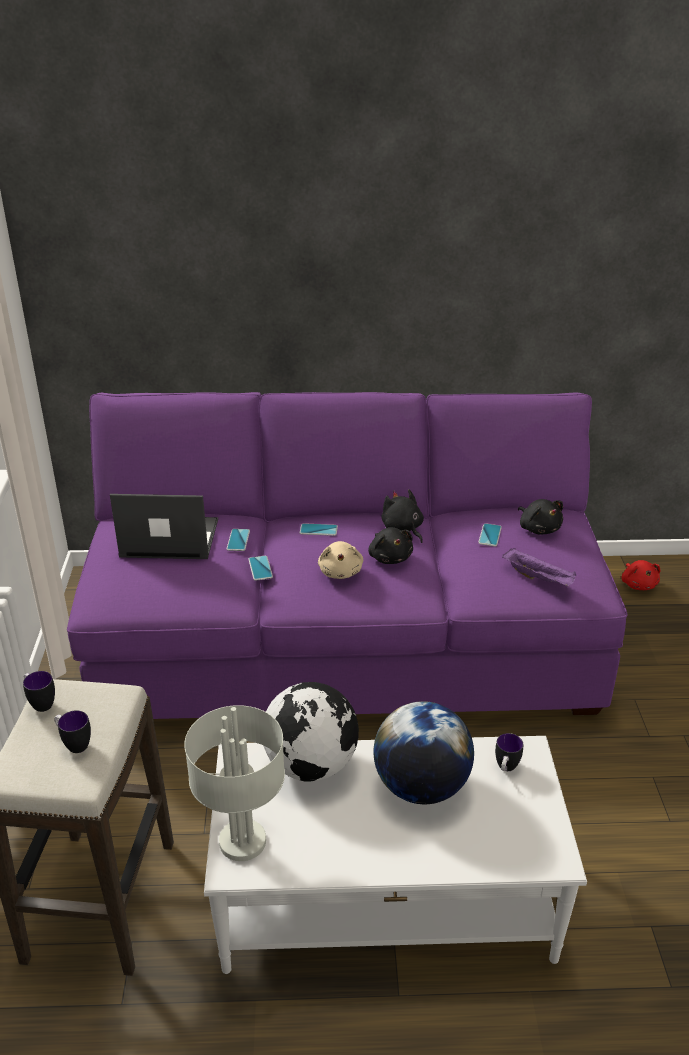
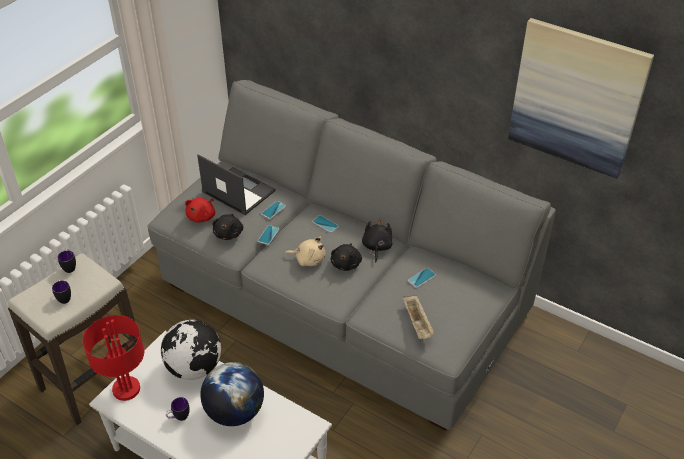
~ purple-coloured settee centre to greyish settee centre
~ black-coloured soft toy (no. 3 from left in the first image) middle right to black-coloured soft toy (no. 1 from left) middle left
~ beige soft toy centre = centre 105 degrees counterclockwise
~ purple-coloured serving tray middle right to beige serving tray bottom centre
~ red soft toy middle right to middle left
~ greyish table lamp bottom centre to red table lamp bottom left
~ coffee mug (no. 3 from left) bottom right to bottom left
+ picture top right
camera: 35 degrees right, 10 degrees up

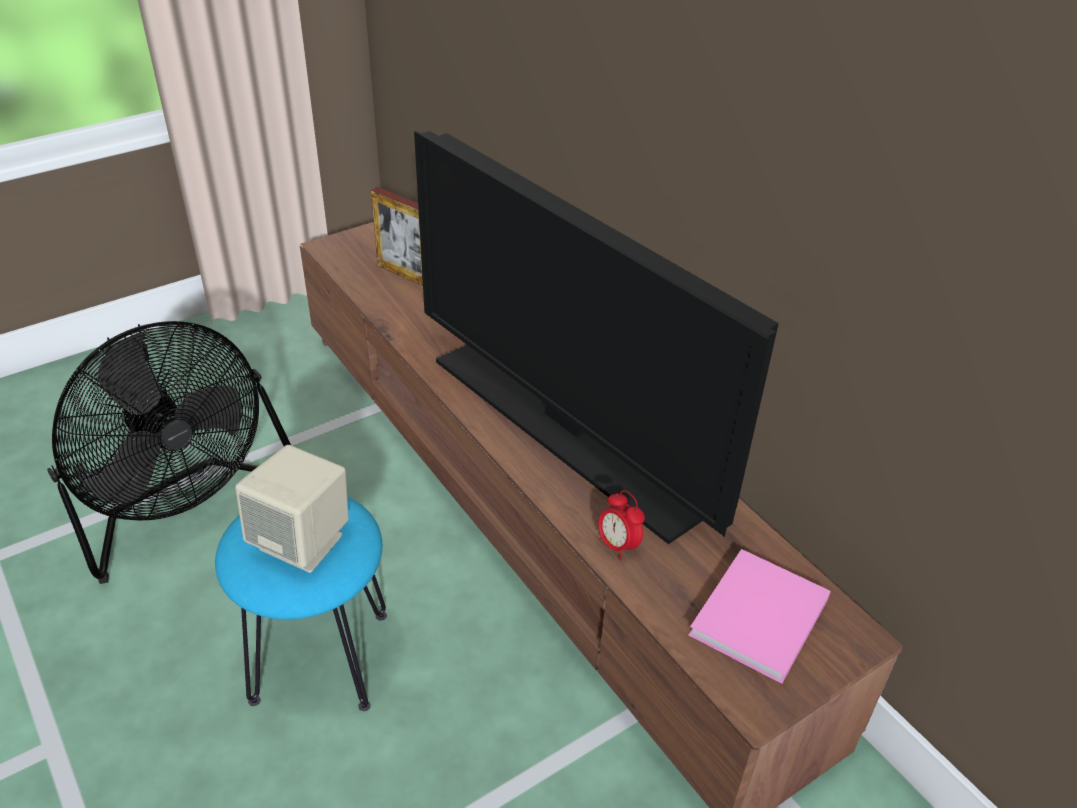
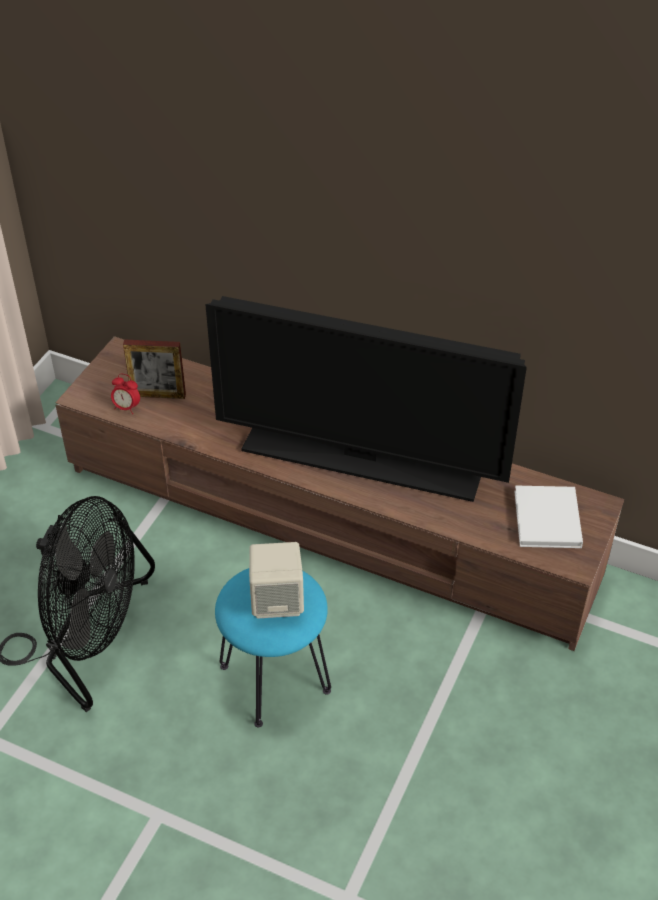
~ bedside clock centre to middle left
~ pink volume bottom right to whitish volume middle right
camera: 30 degrees left, 5 degrees up

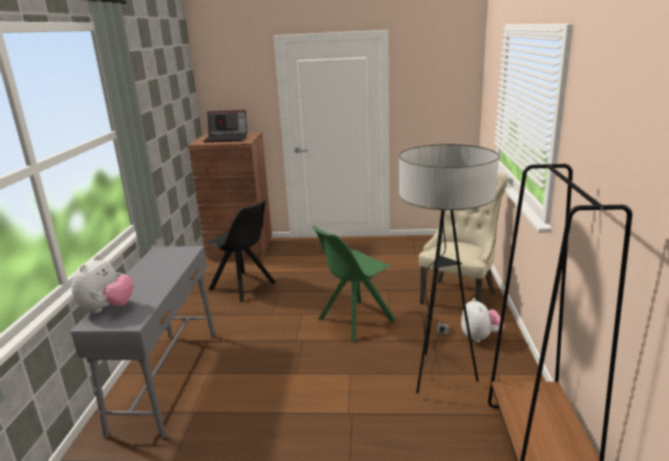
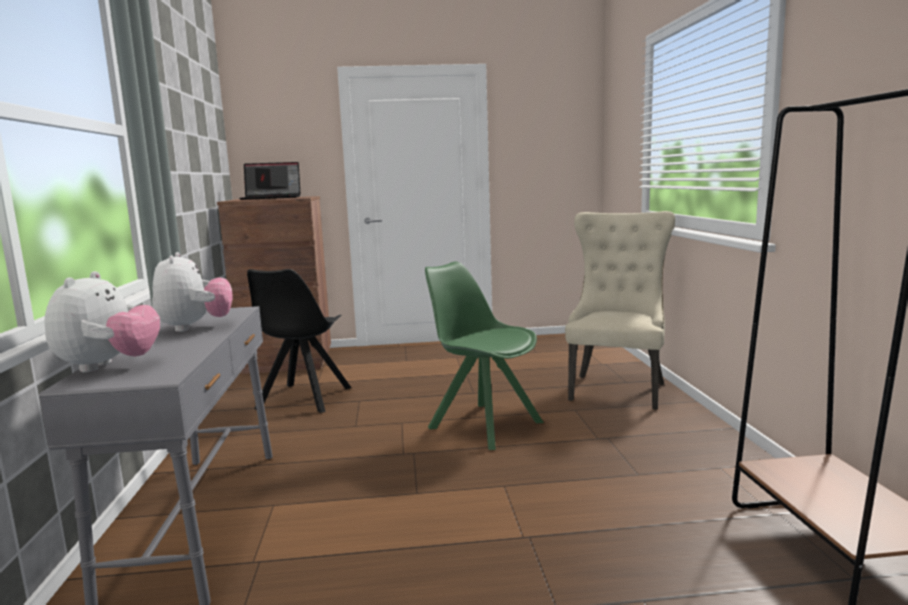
- standing lamp middle right
~ black-coloured chair centre = middle left 75 degrees clockwise
~ green-coloured chair centre = centre 90 degrees clockwise
~ soft toy (no. 2 from left) bottom right to middle left
camera: 10 degrees left, 10 degrees down

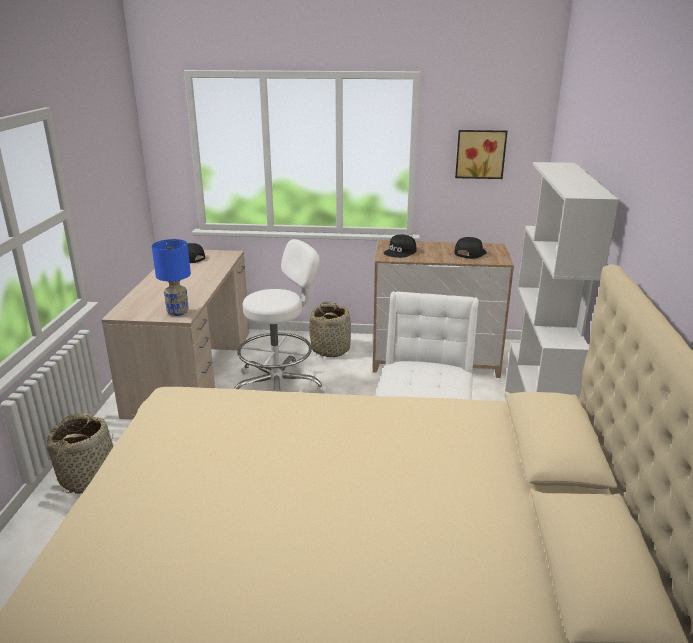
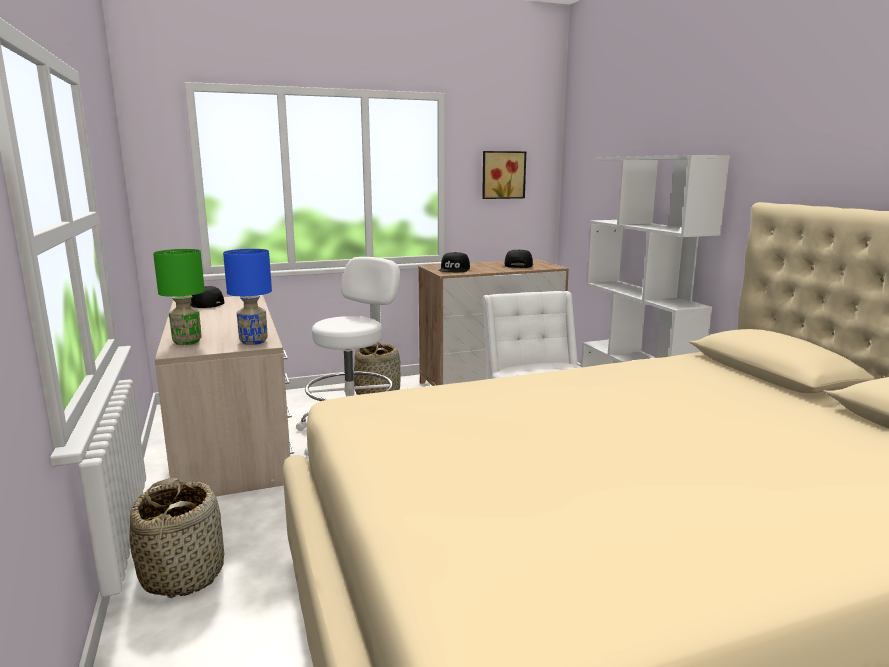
+ green-coloured table lamp middle left
camera: 25 degrees left, 10 degrees down

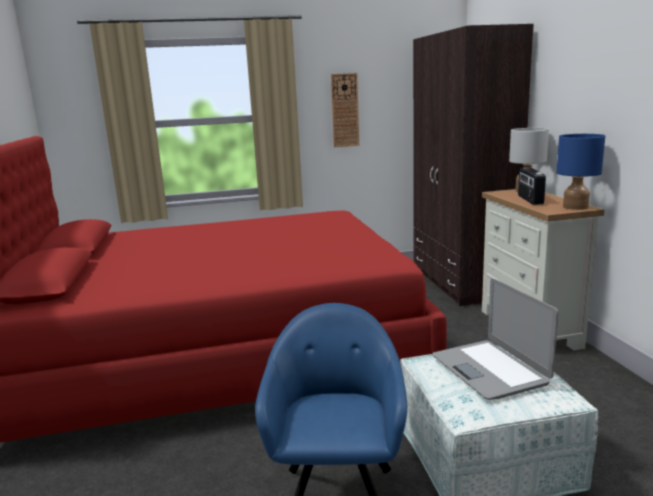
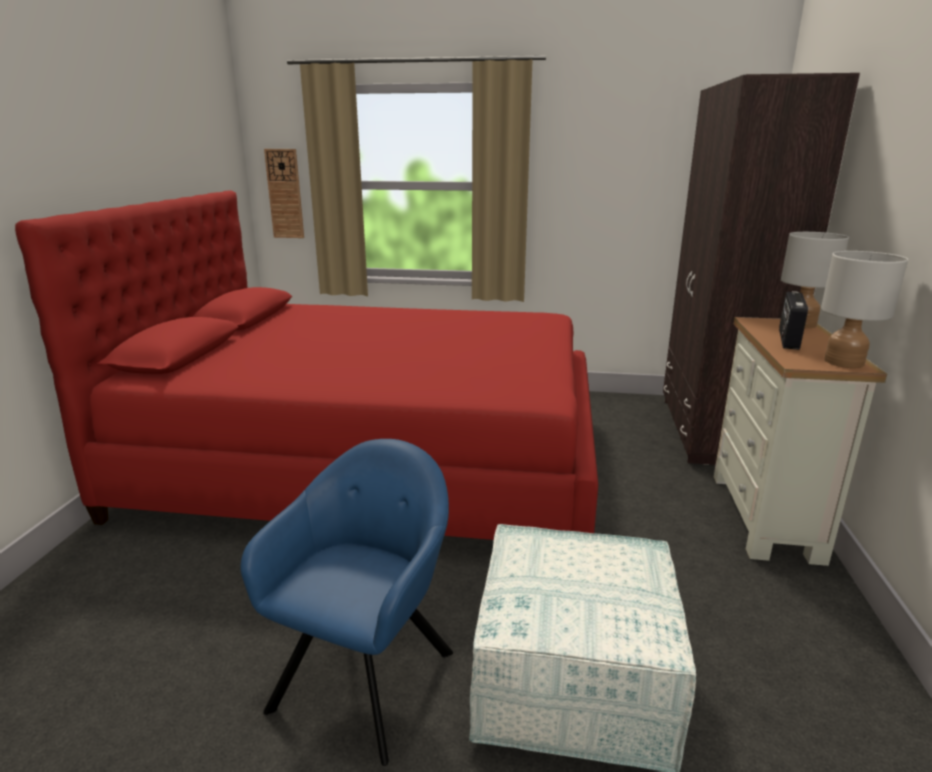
~ hanging clock top centre to top left
~ bluish table lamp middle right to greyish table lamp (no. 2 from left) middle right
- portable computer bottom right
camera: 20 degrees right, 5 degrees up

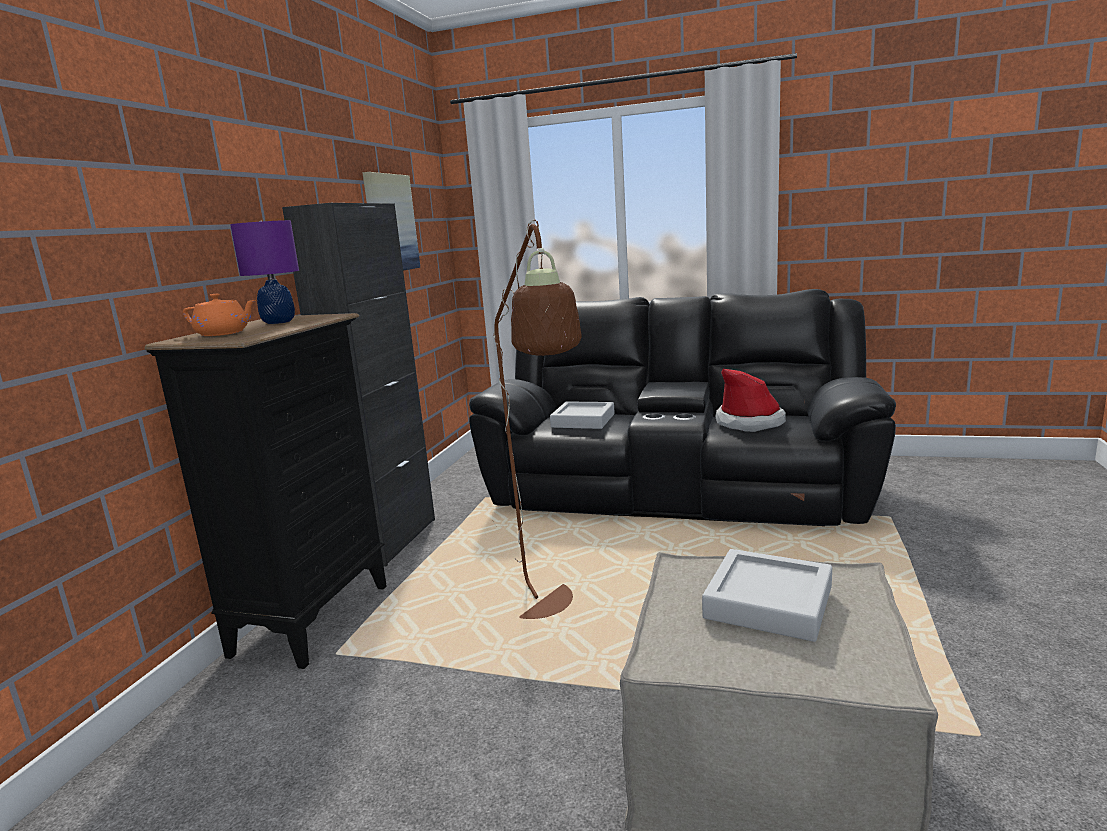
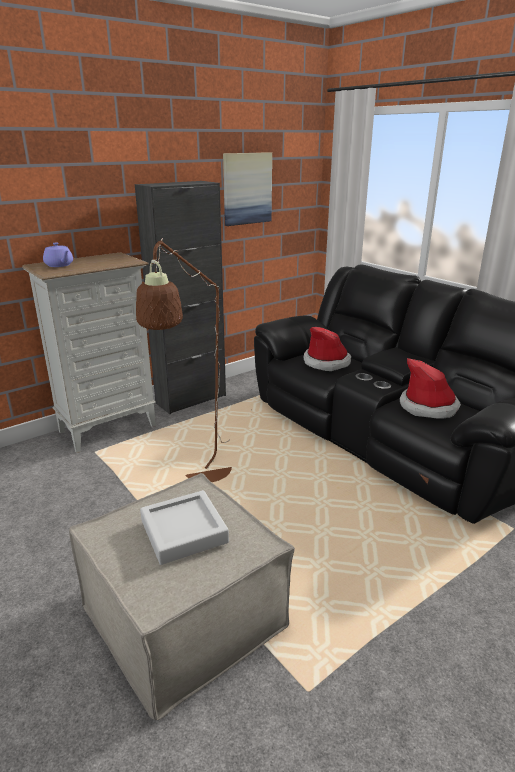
- purple-coloured table lamp top left
~ orangey tea pot middle left to purple-coloured tea pot top left
~ black-coloured dresser middle left to whitish dresser middle left
~ greyish serving tray (no. 1 from left) centre to wearable hat (no. 1 from left) centre
camera: 35 degrees right, 10 degrees up

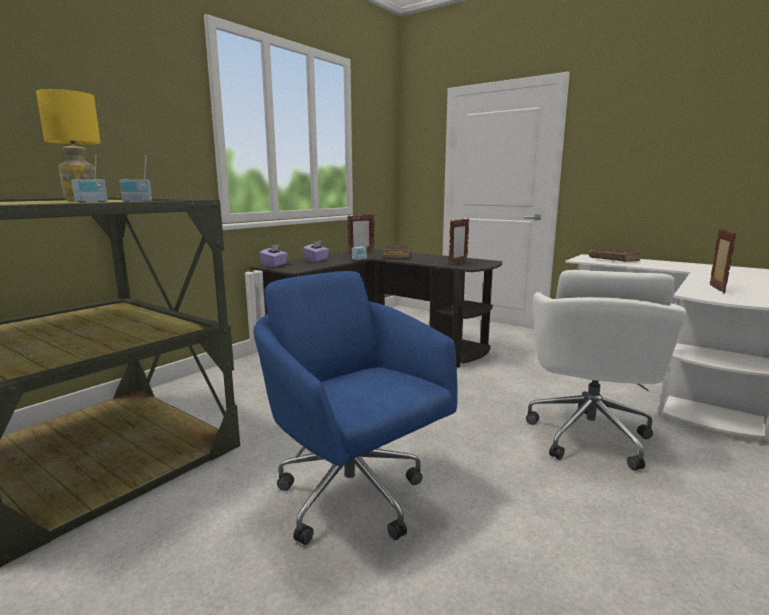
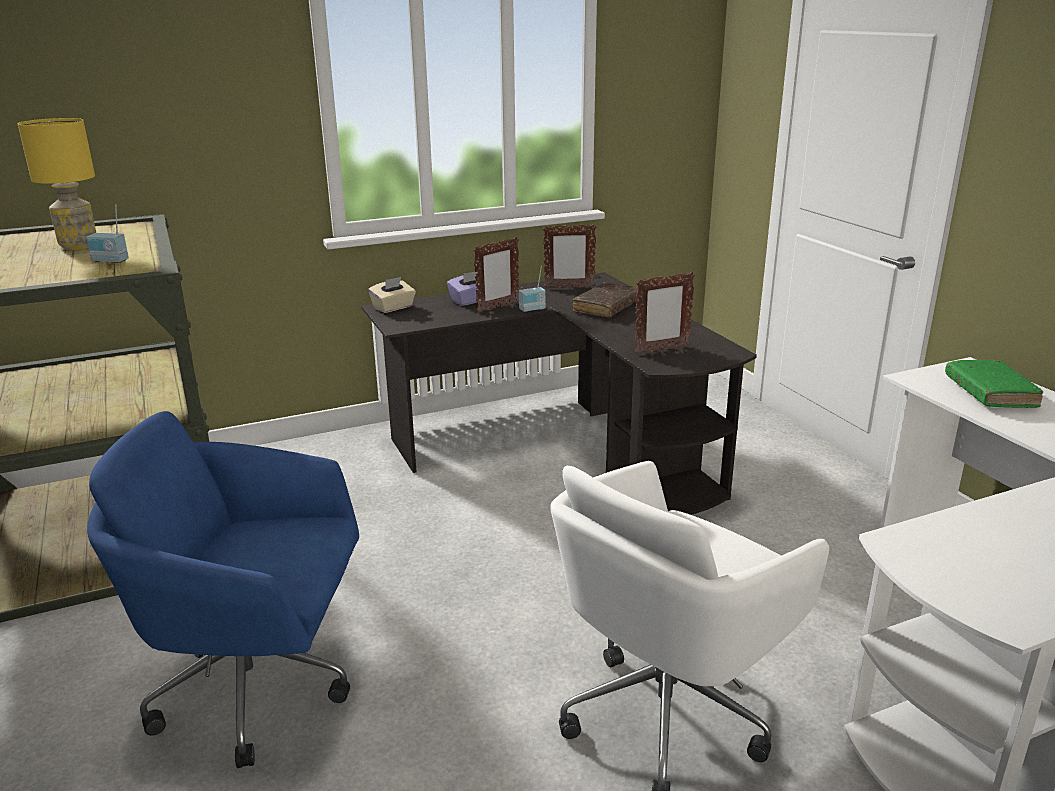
- radio (no. 1 from left) top left
~ standing frame (no. 3 from left in the first image) middle right to standing frame (no. 1 from left) centre
~ purple-coloured box of tissues (no. 1 from left) centre to beige box of tissues centre
~ brown volume (no. 2 from left) middle right to green-coloured volume middle right
~ bluish computer chair centre = bottom left 75 degrees counterclockwise
camera: 30 degrees right, 10 degrees up

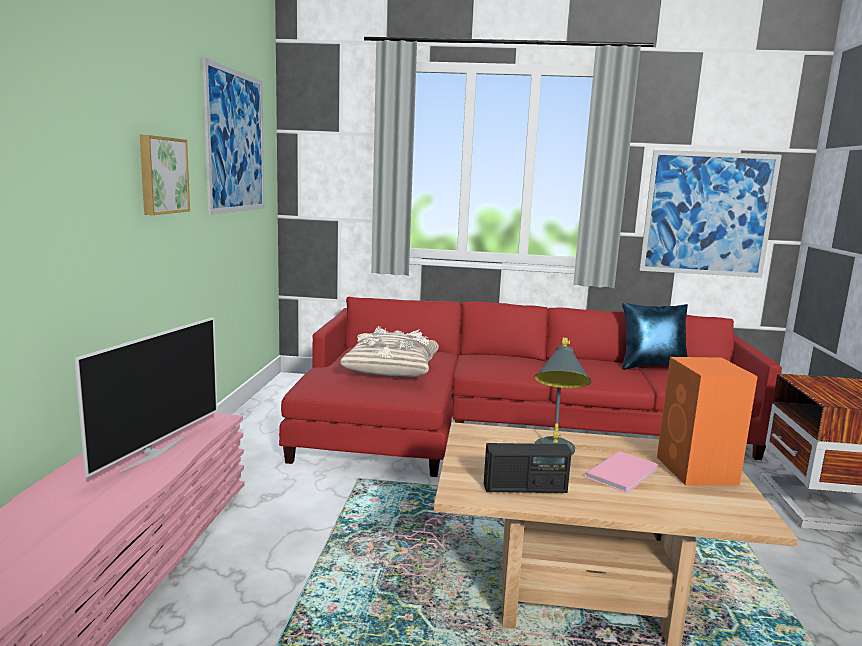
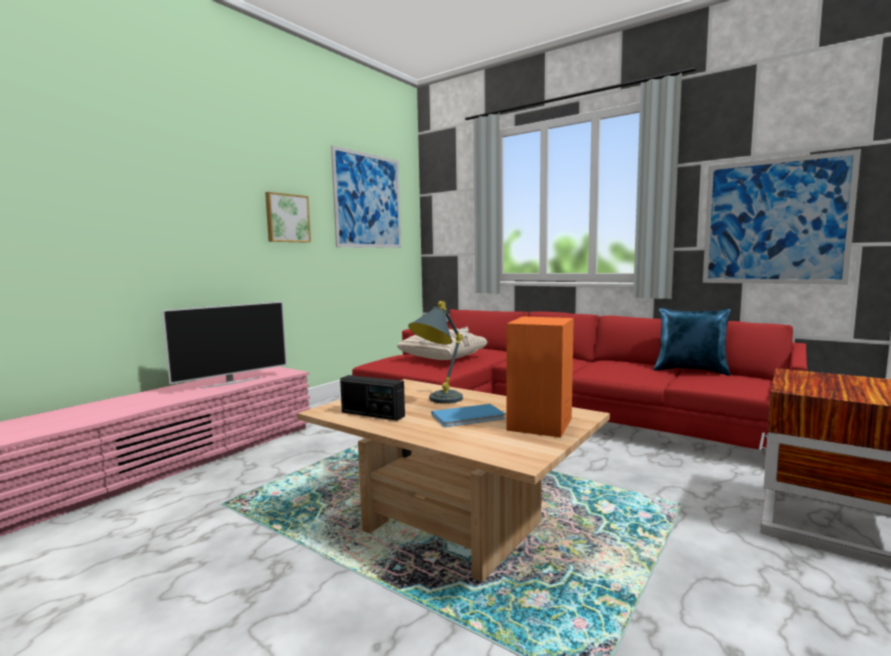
~ pink volume bottom right to bluish volume centre
camera: 30 degrees right, 5 degrees down

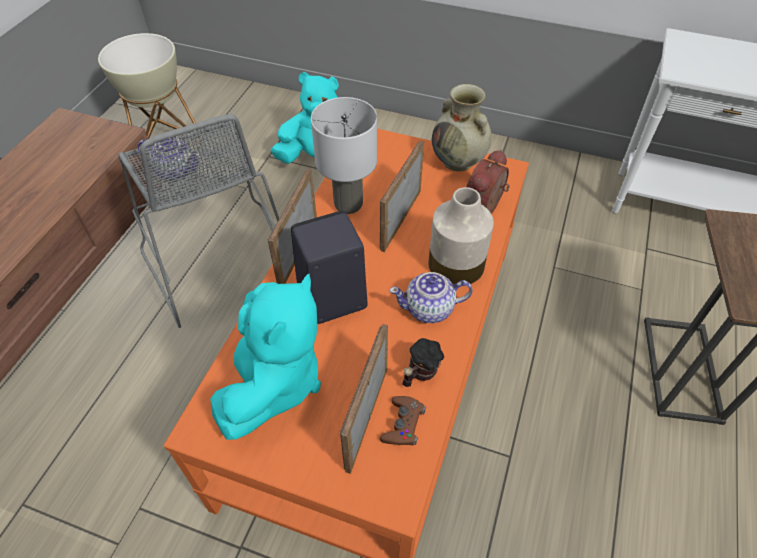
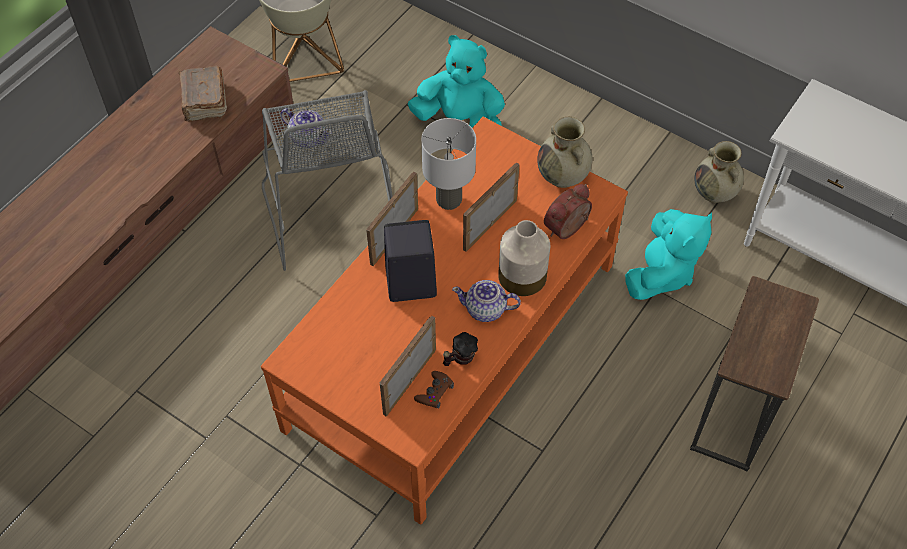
~ blue-green soft toy (no. 1 from left in the first image) centre to blue-green soft toy (no. 2 from left) middle right
+ brown volume top left
+ beige vase (no. 3 from left) top right
camera: 15 degrees right, 5 degrees up

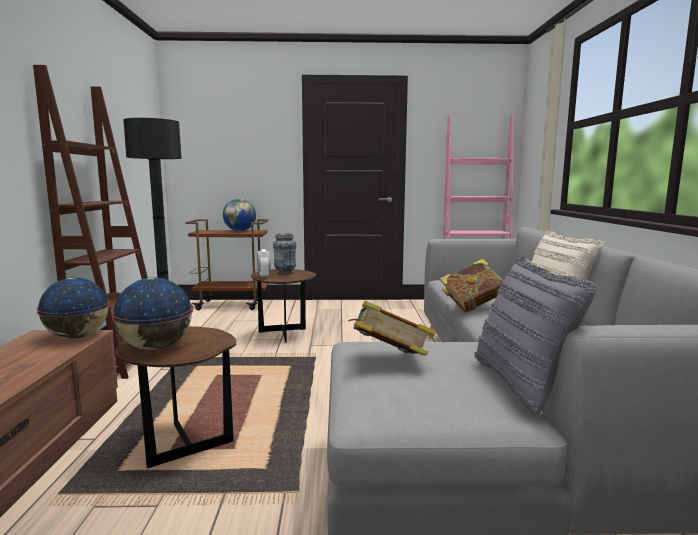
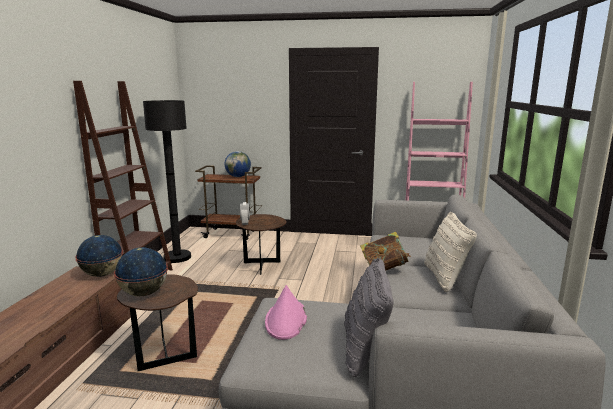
- vase centre
~ volume (no. 1 from left) centre to pink wearable hat bottom centre
camera: 10 degrees right, 5 degrees up

